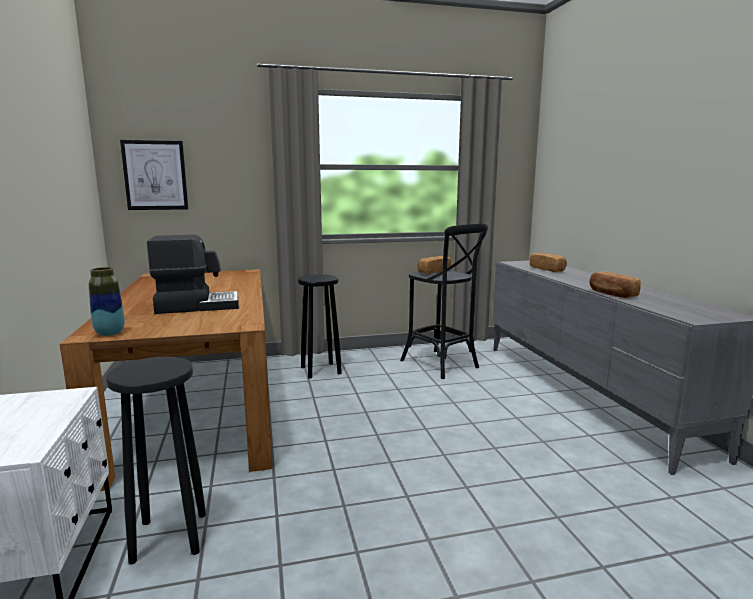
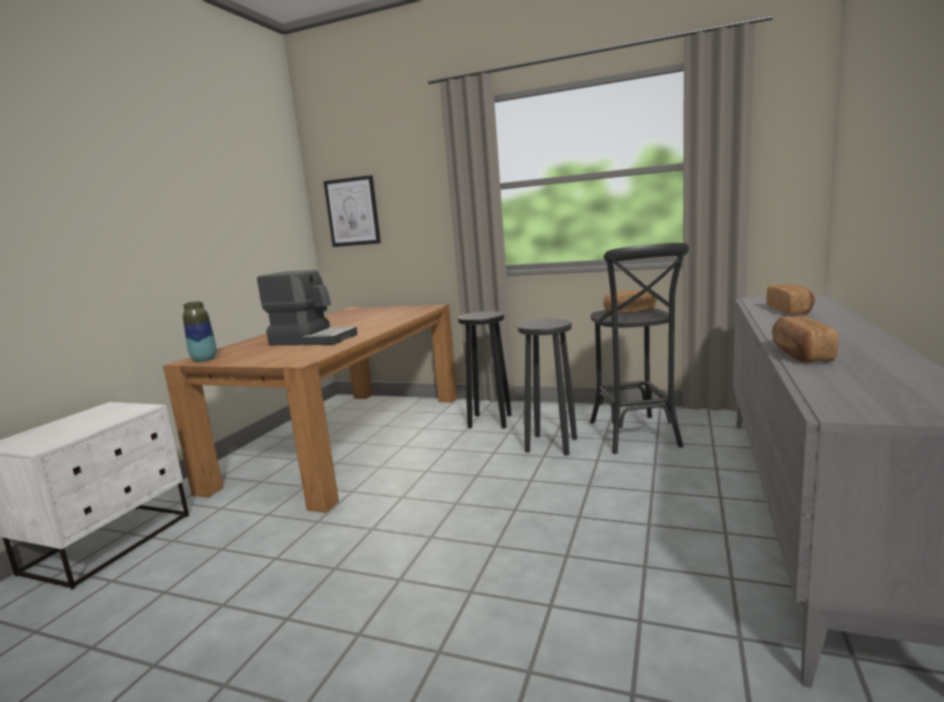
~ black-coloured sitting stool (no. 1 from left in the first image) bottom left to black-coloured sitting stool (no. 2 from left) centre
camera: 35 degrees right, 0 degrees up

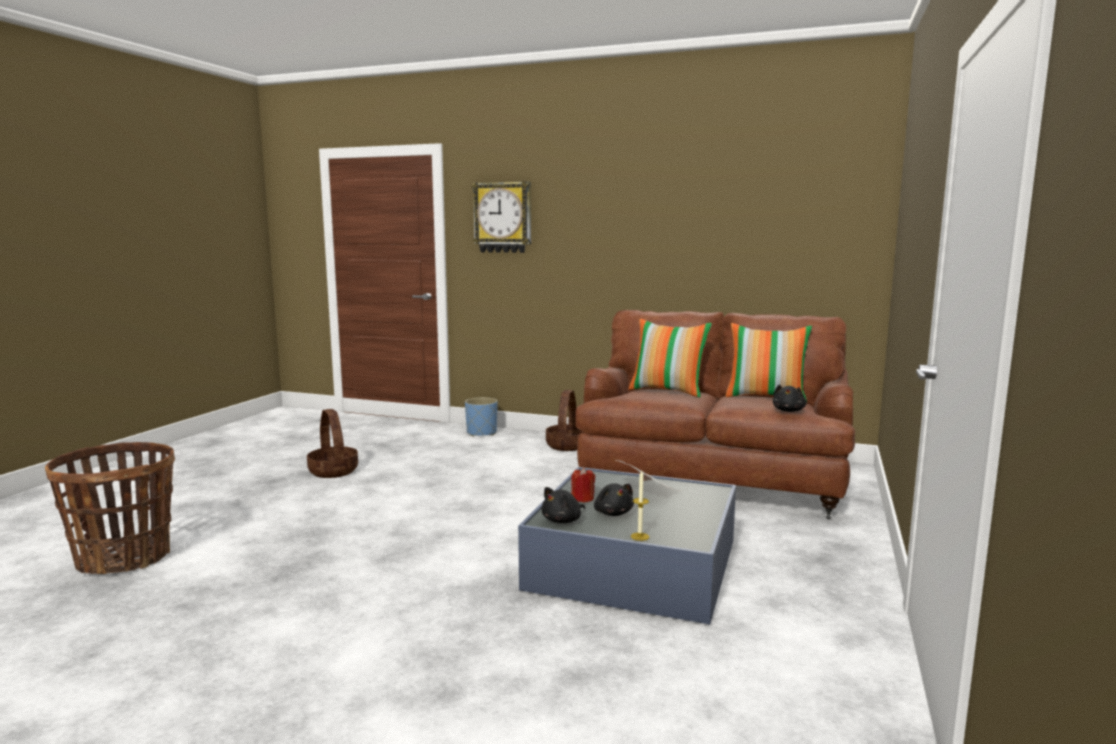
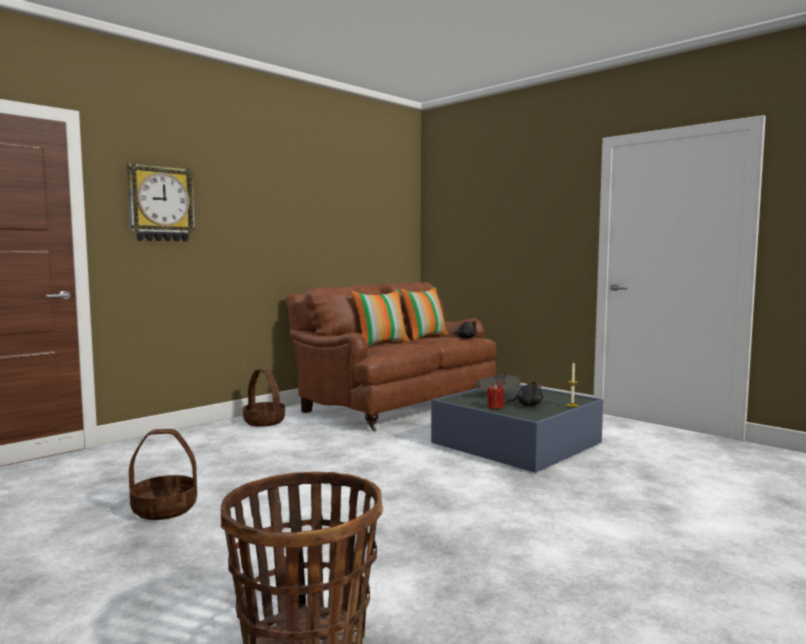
- bluish plant pot centre
- black-coloured soft toy (no. 1 from left) bottom centre
camera: 65 degrees left, 5 degrees down

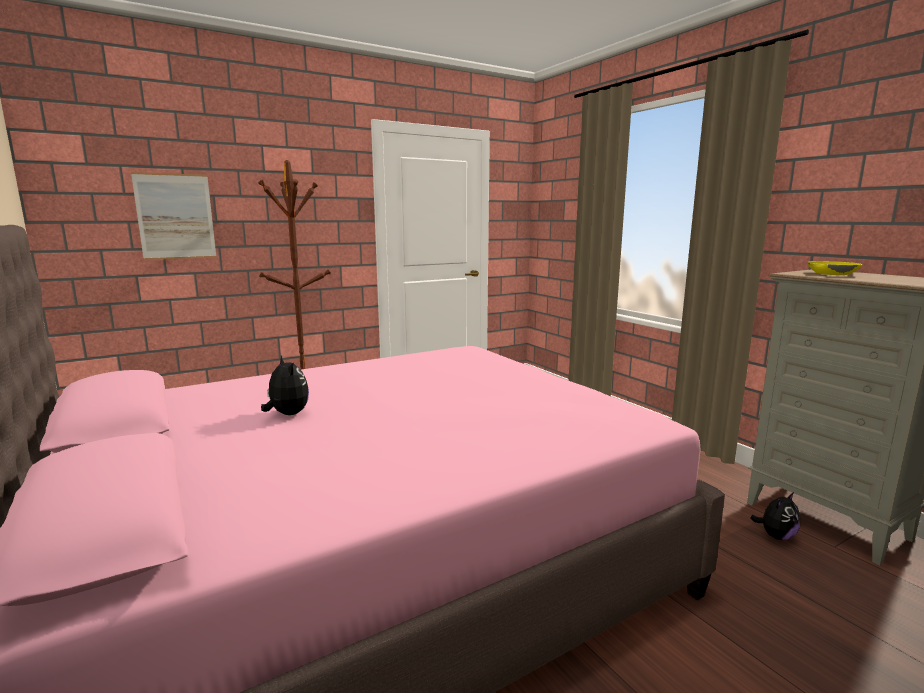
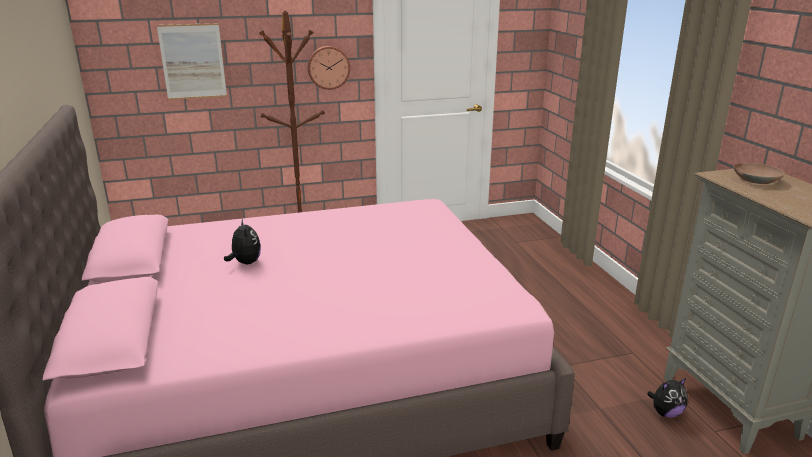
~ yellowish bowl middle right to brown bowl middle right
+ hanging clock top centre
camera: 15 degrees right, 10 degrees up

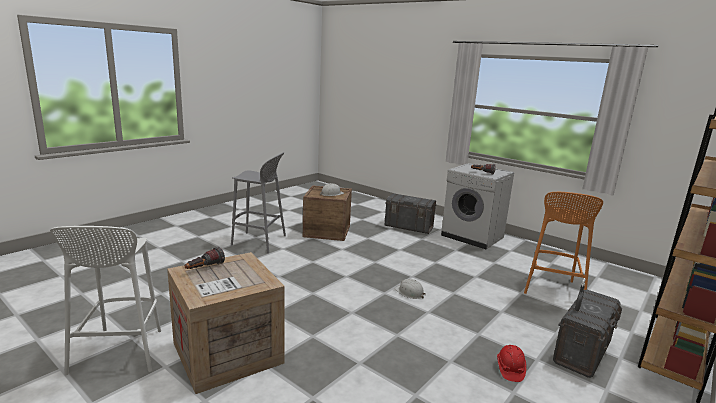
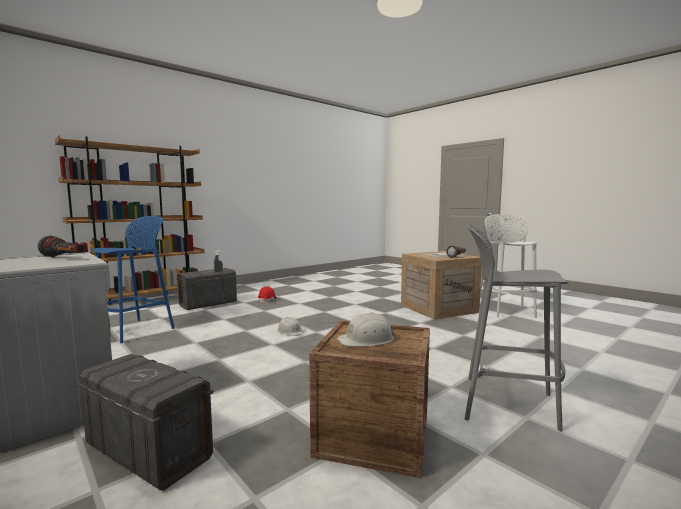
~ orangey sitting stool middle right to bluish sitting stool middle left
camera: 170 degrees left, 10 degrees down

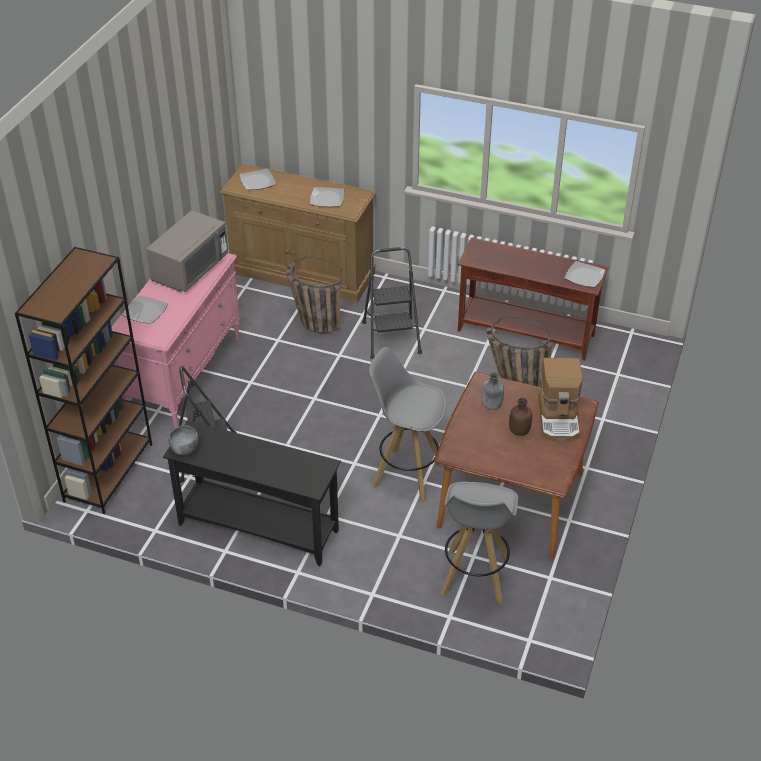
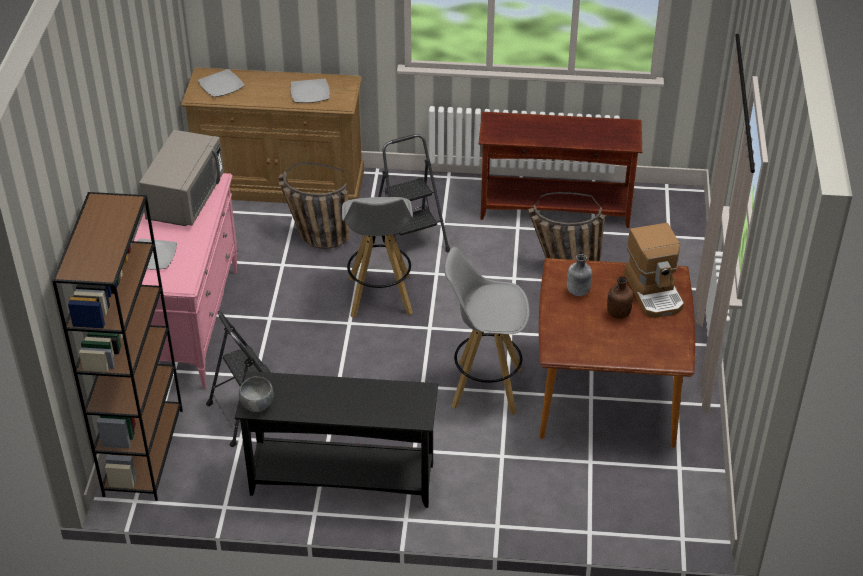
- plate (no. 4 from left) middle right
~ greyish sitting stool (no. 2 from left in the first image) bottom centre to greyish sitting stool (no. 1 from left) centre
camera: 15 degrees left, 0 degrees up

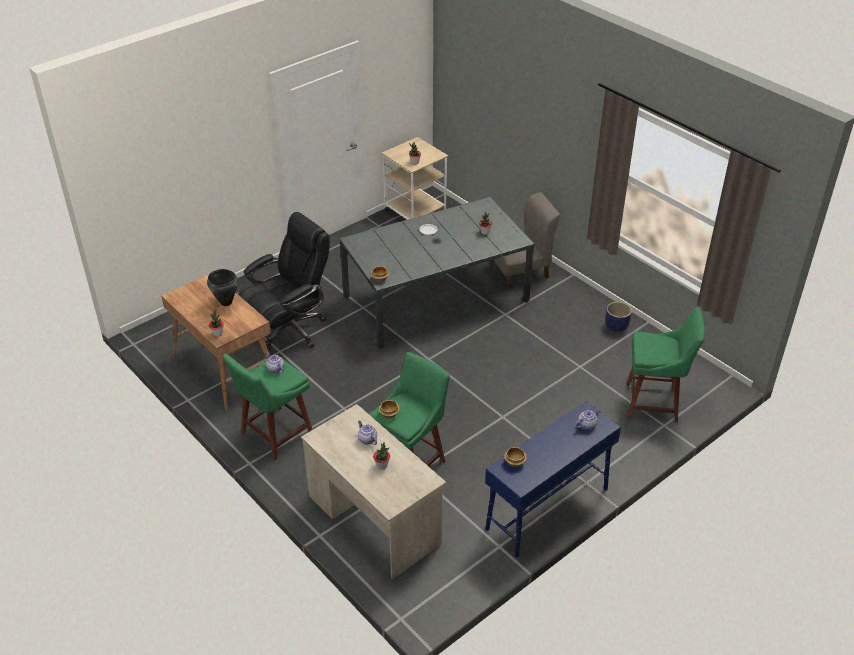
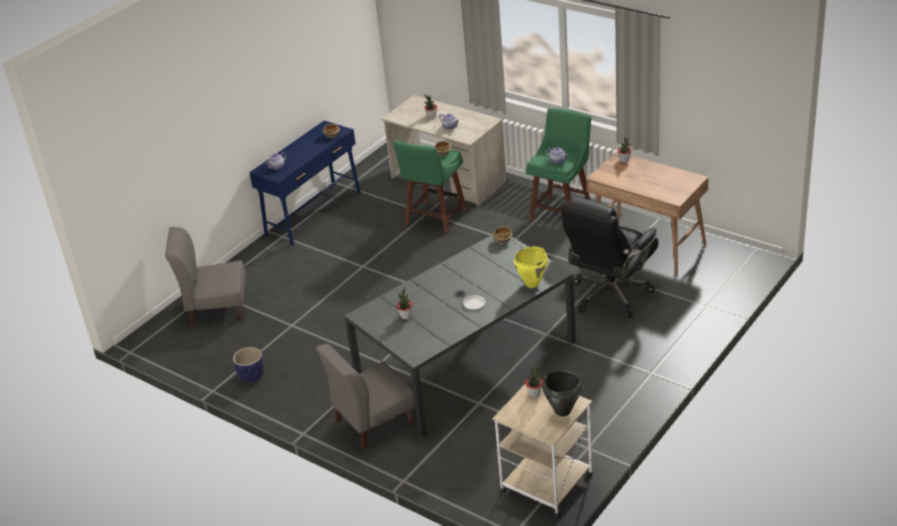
~ black-coloured stockpot middle left to bottom centre
~ green-coloured sitting stool (no. 3 from left) middle right to greyish chair (no. 1 from left) middle left
+ yellowish stockpot centre
camera: 170 degrees right, 5 degrees down

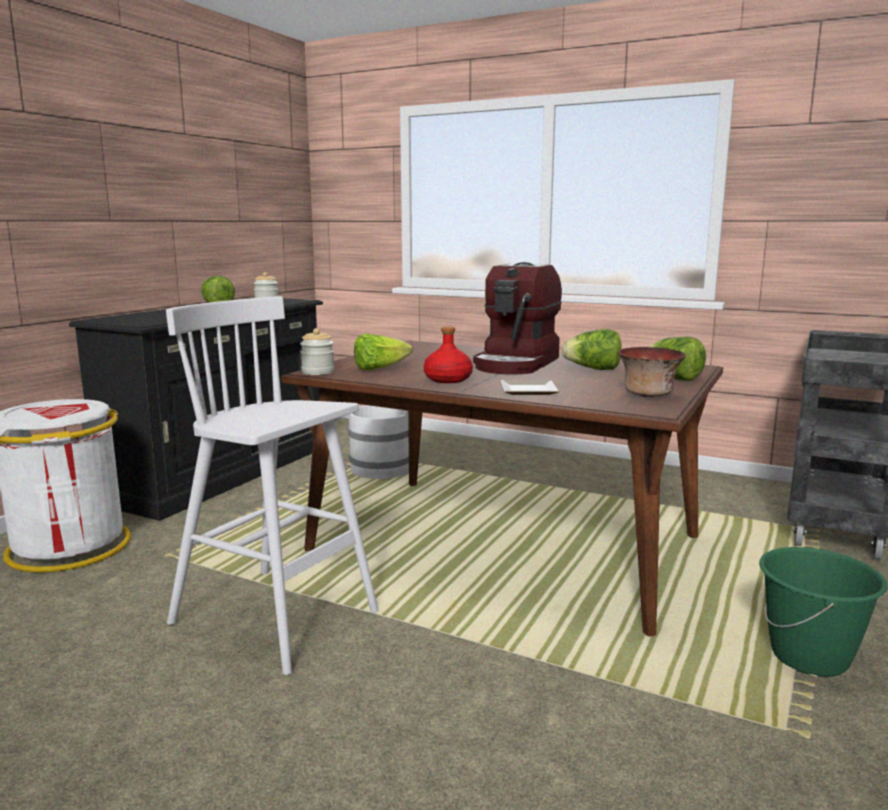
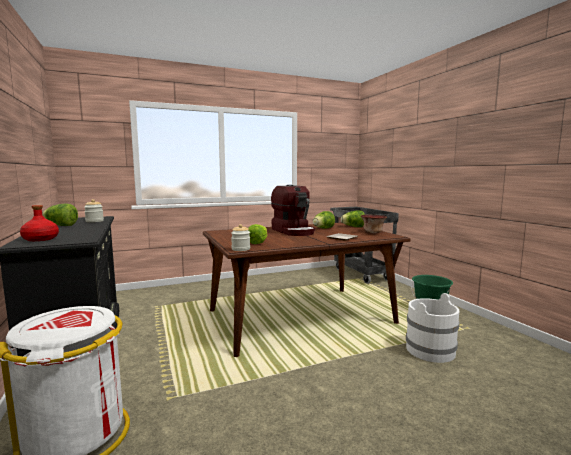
- whitish sitting stool middle left
~ red beverage bottle centre to middle left
~ whitish bucket centre to bottom right
camera: 50 degrees left, 5 degrees down

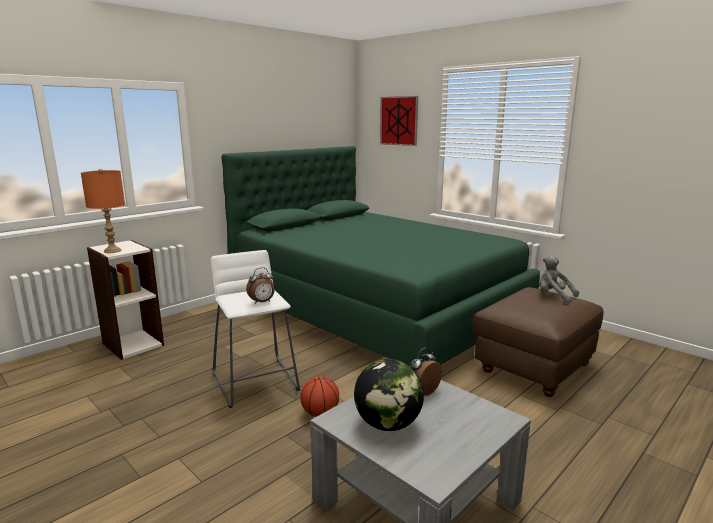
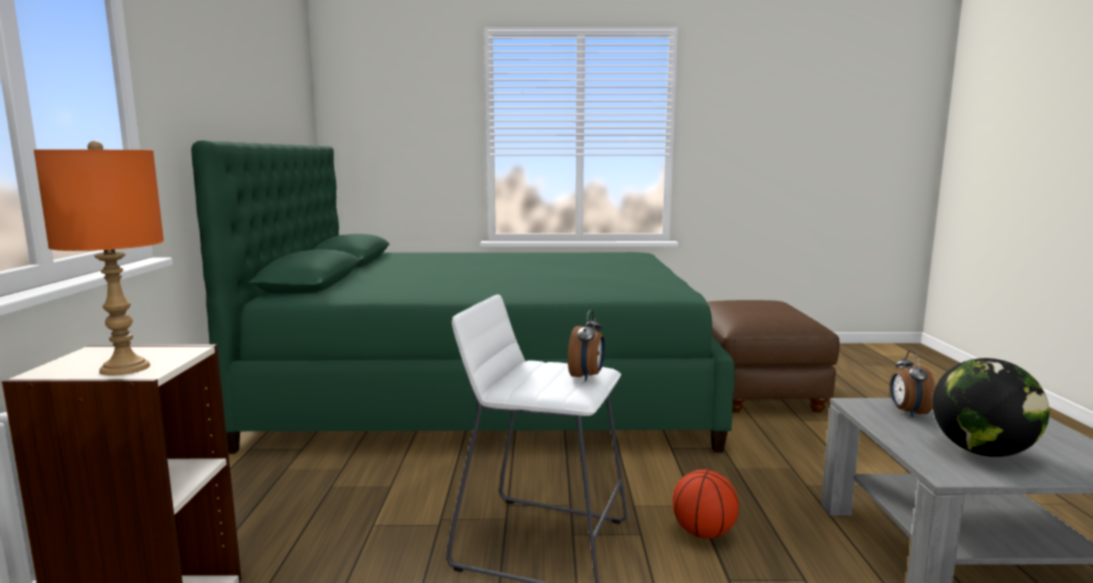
- picture top centre
- greyish soft toy middle right
camera: 45 degrees left, 5 degrees down

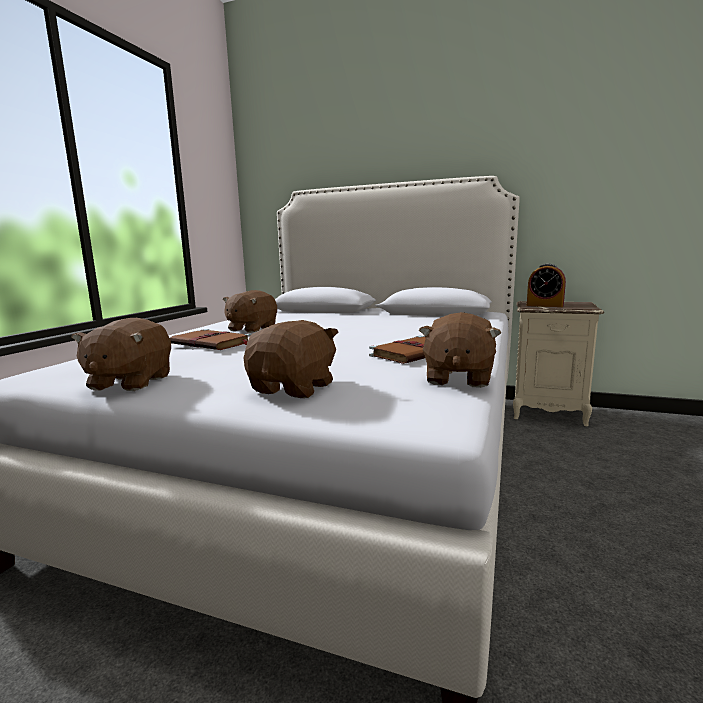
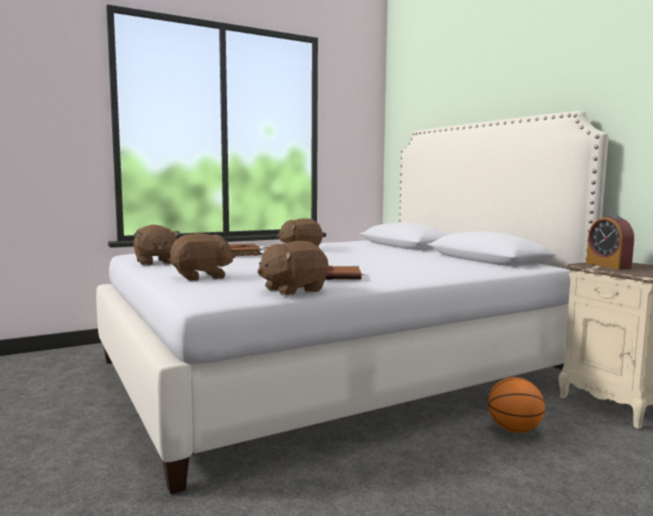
~ brown soft toy (no. 1 from left) middle left = middle left 75 degrees counterclockwise
+ basketball bottom right
camera: 40 degrees right, 5 degrees down

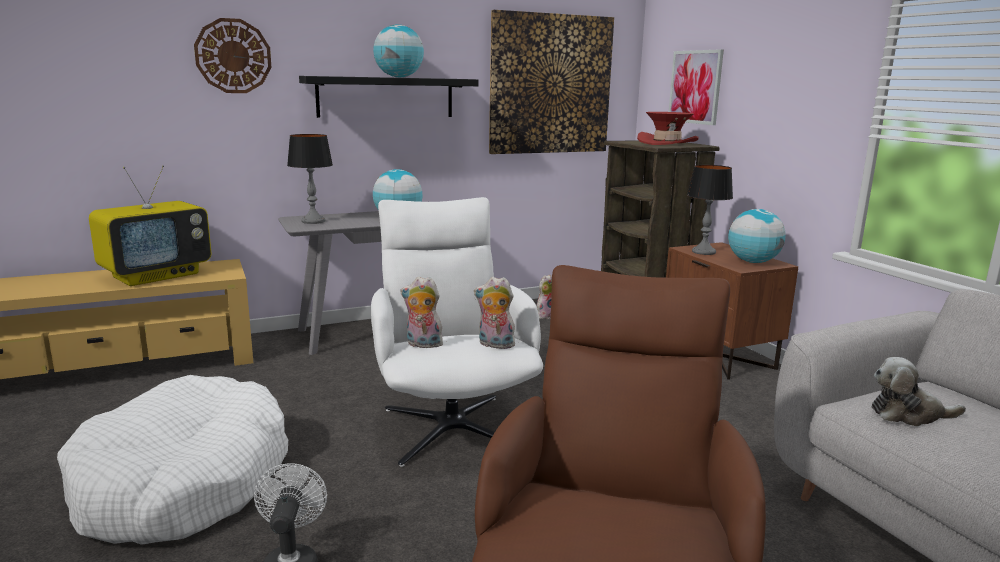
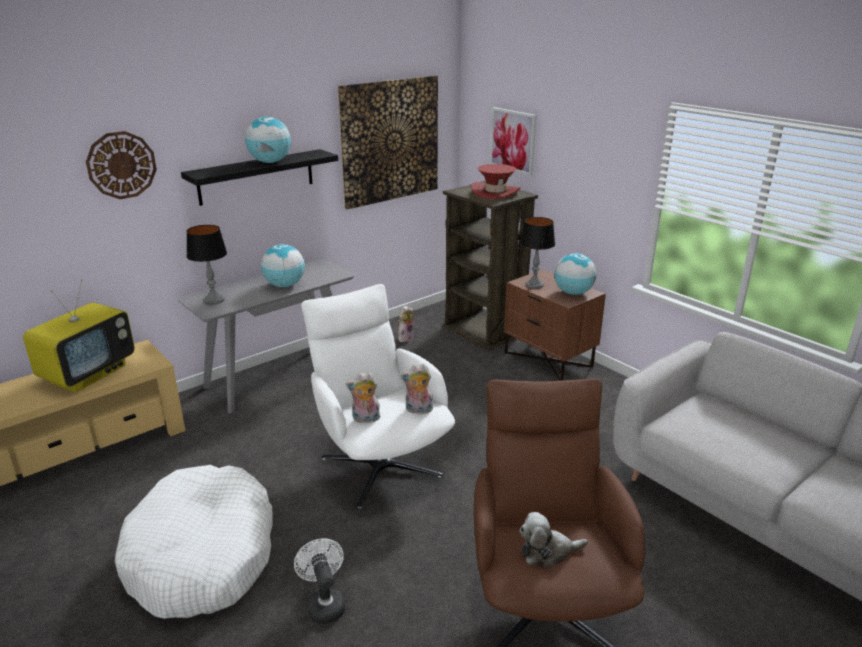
~ soft toy (no. 4 from left) bottom right to bottom centre
camera: 15 degrees left, 10 degrees up

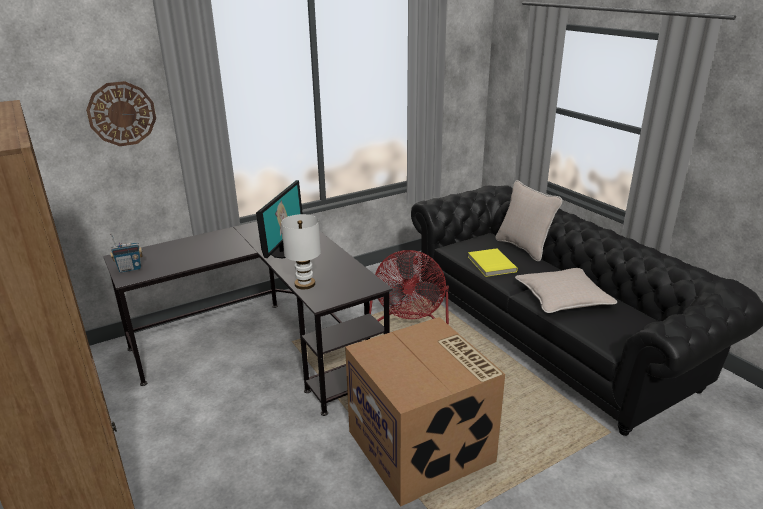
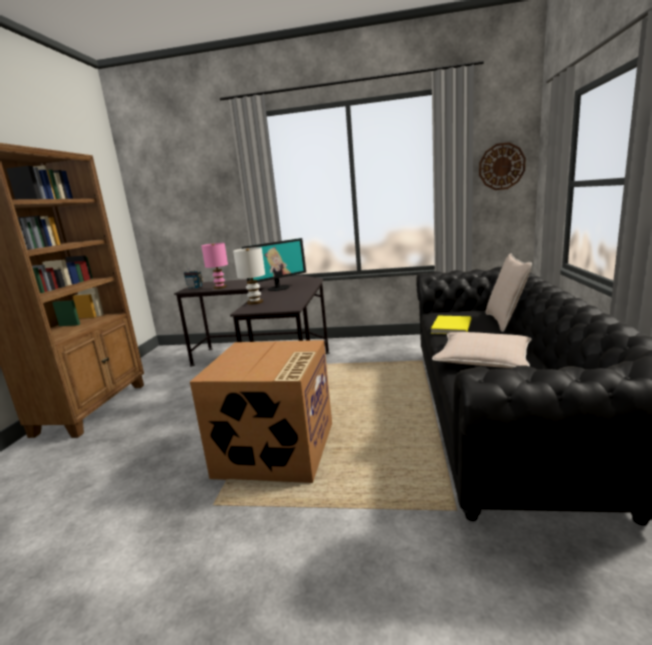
~ hanging clock top left to top right
- red fan centre
+ pink table lamp middle left
camera: 40 degrees right, 10 degrees down

